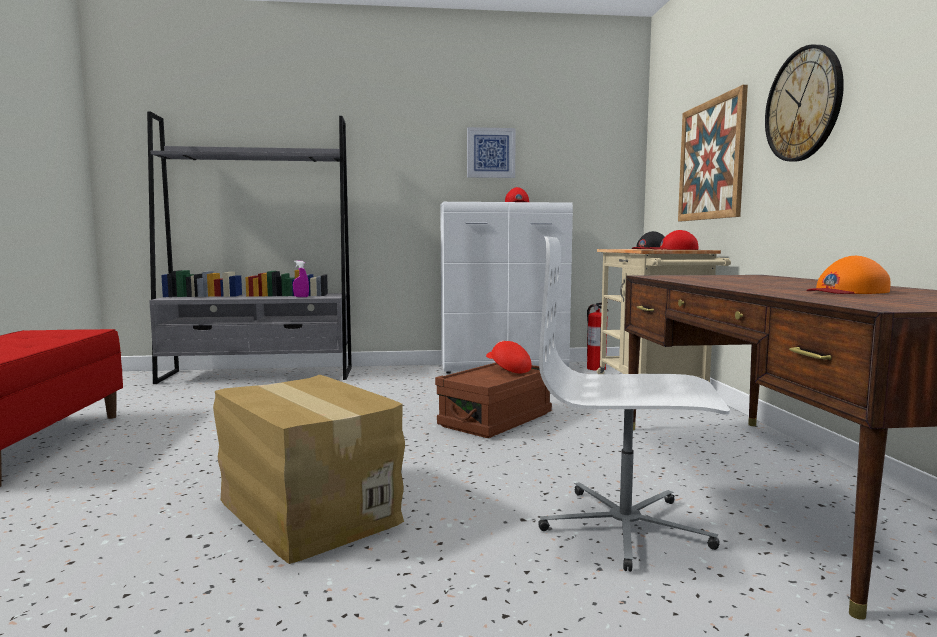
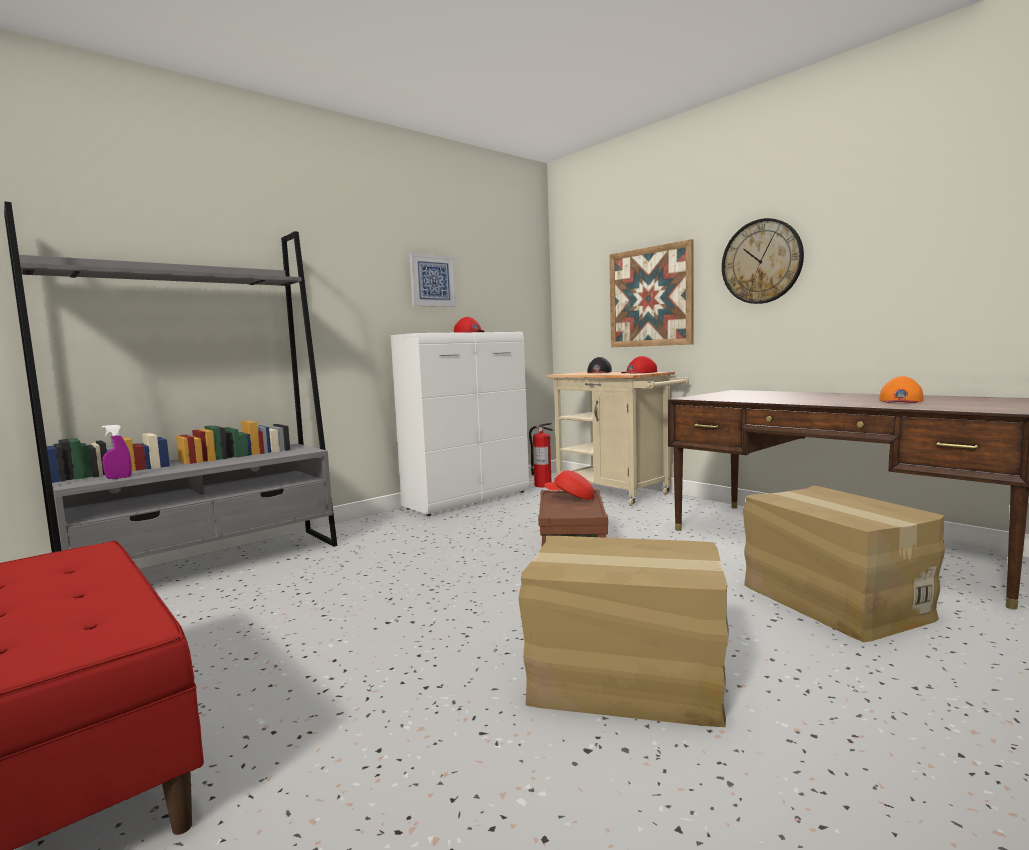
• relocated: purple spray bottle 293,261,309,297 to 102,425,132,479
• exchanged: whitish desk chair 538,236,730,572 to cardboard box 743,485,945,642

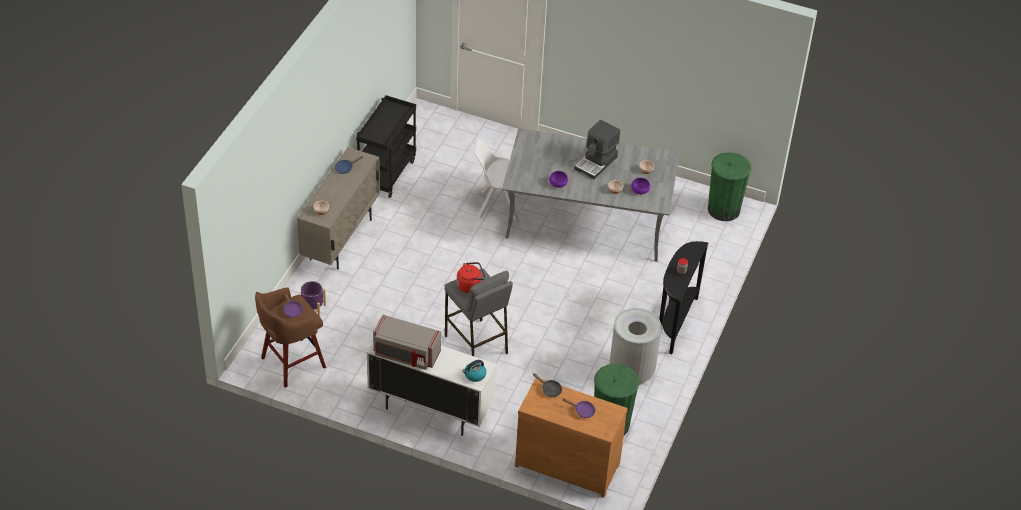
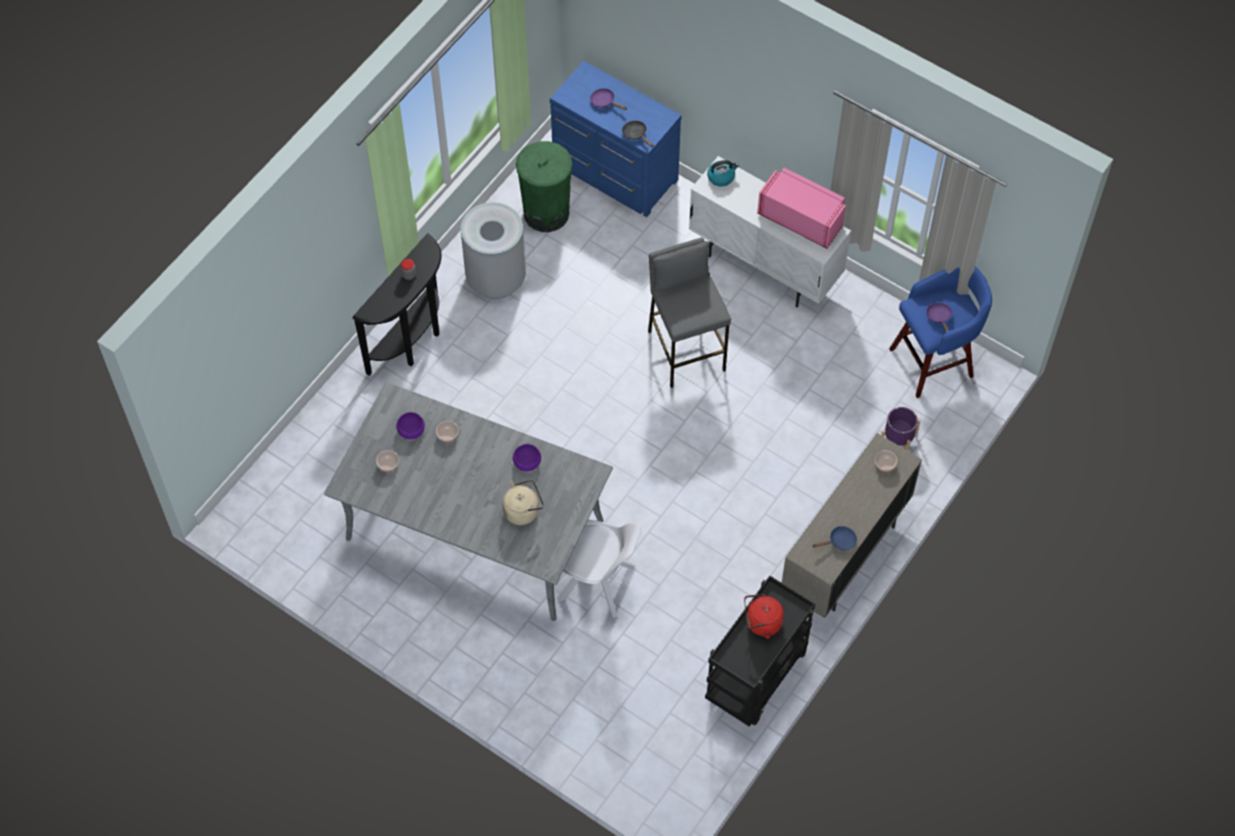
• appeared: beige-coloured water kettle 503,480,544,525
• colour: brown-coloured chest of drawers 515,378,628,498 to bluish chest of drawers 550,61,682,217
• relocated: red water kettle 457,262,485,293 to 744,594,784,639
• colour: greyish microwave 373,315,441,370 to pinkish microwave 757,168,846,248
• colour: brown-coloured sitting stool 255,287,326,388 to bluish sitting stool 889,266,992,398
• missing: coffee brewer 574,120,620,179
• missing: green trash can 708,152,752,221

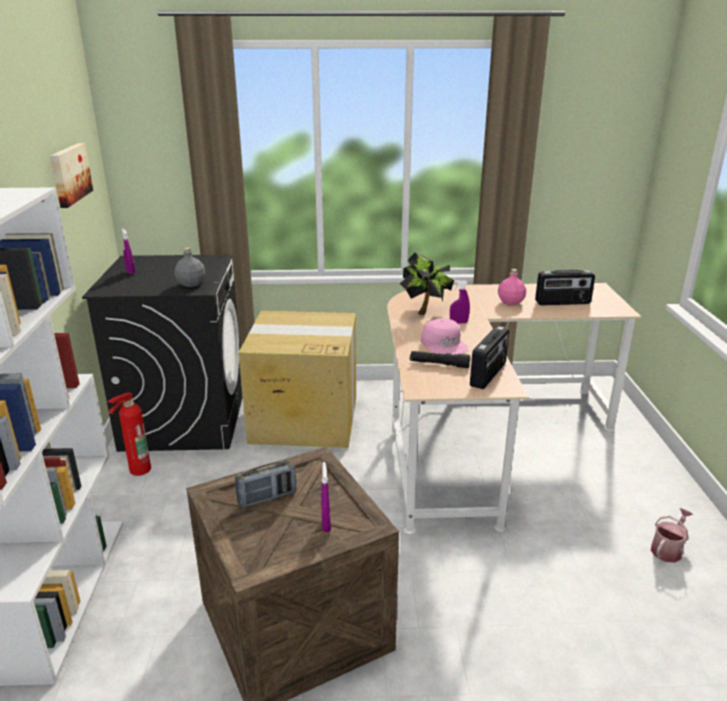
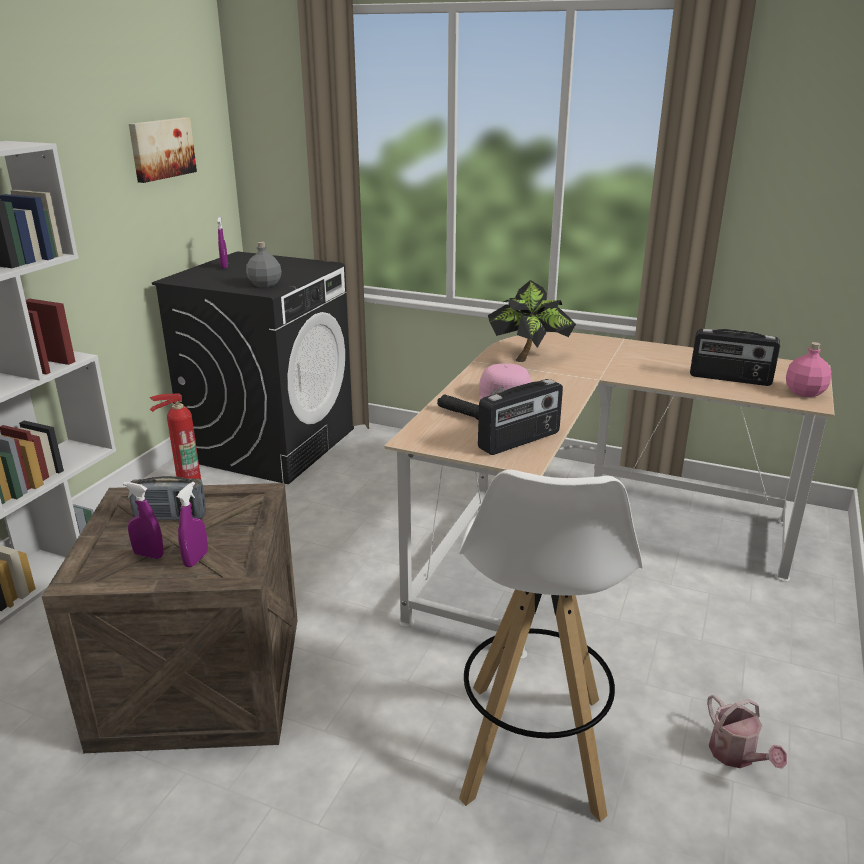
• relocated: purple spray bottle 450,280,470,324 to 123,482,164,559
• appeared: whitish sitting stool 459,470,643,822
• spun: watering can 651,508,693,563 = 707,694,787,769 90 degrees clockwise
• relocated: pinkish drink bottle 498,269,526,305 to 786,342,831,397
• missing: cardboard box 239,311,356,448

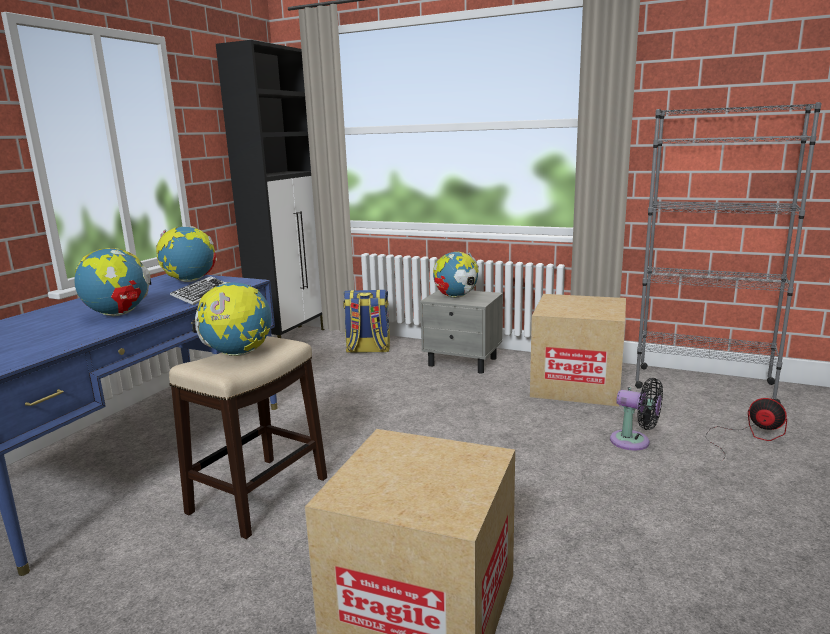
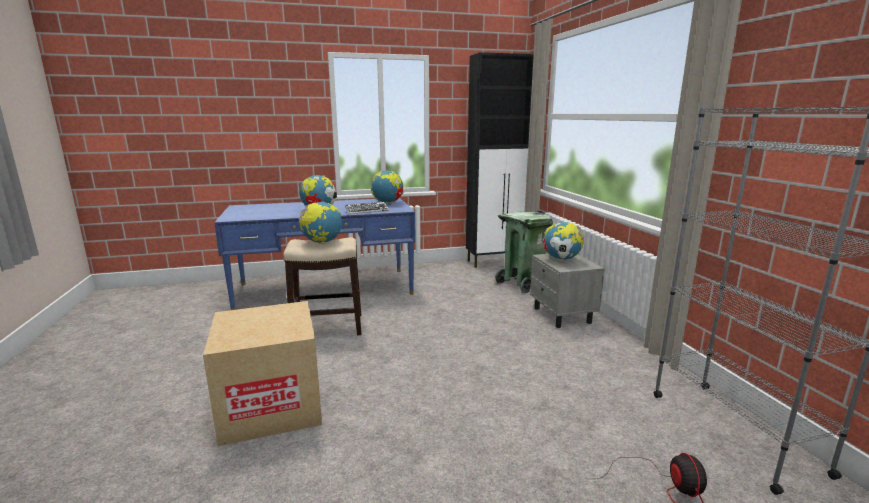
• exchanged: knapsack 343,290,390,353 to green trash can 495,210,553,294
• missing: cardboard box 530,294,626,407
• missing: black-coloured cooling fan 610,378,663,451

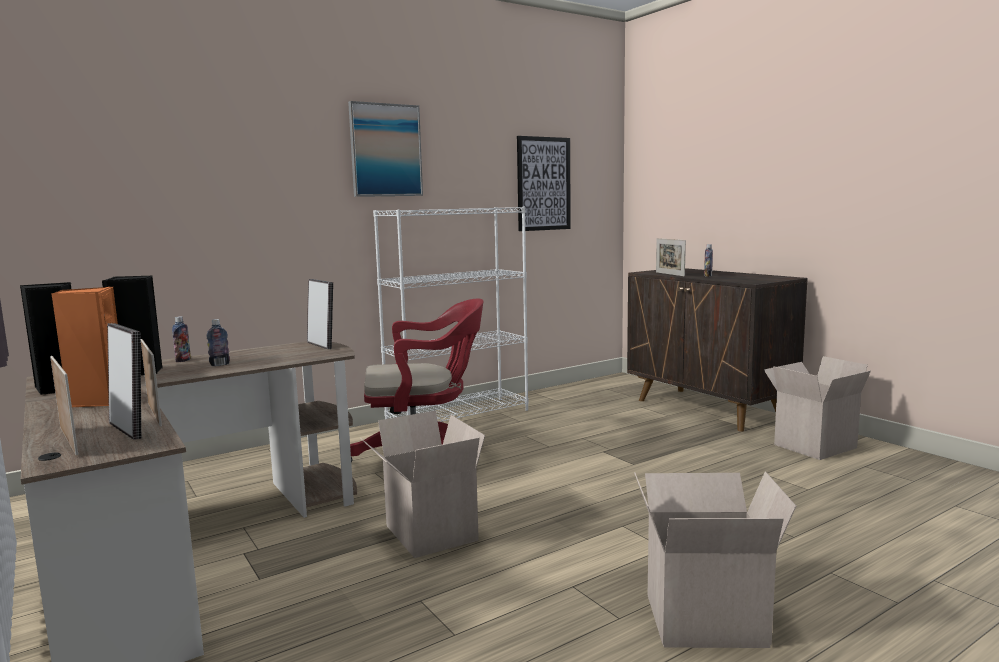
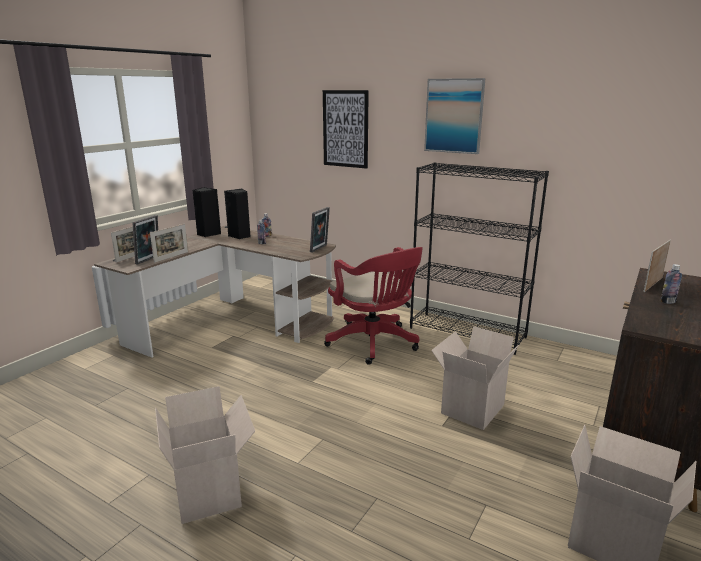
• relocated: wall art 517,136,571,231 to 323,90,369,169
• colour: whitish shelving unit 373,207,529,422 to black-coloured shelving unit 410,162,549,355
• relocated: cardboard box 360,410,485,558 to 431,326,518,430
• missing: orangey loudspeaker 51,287,118,407

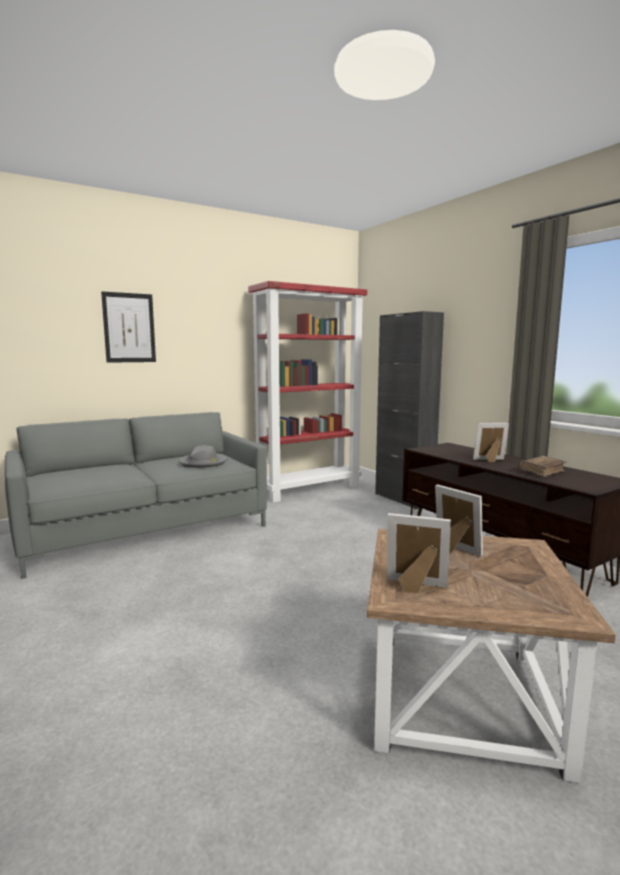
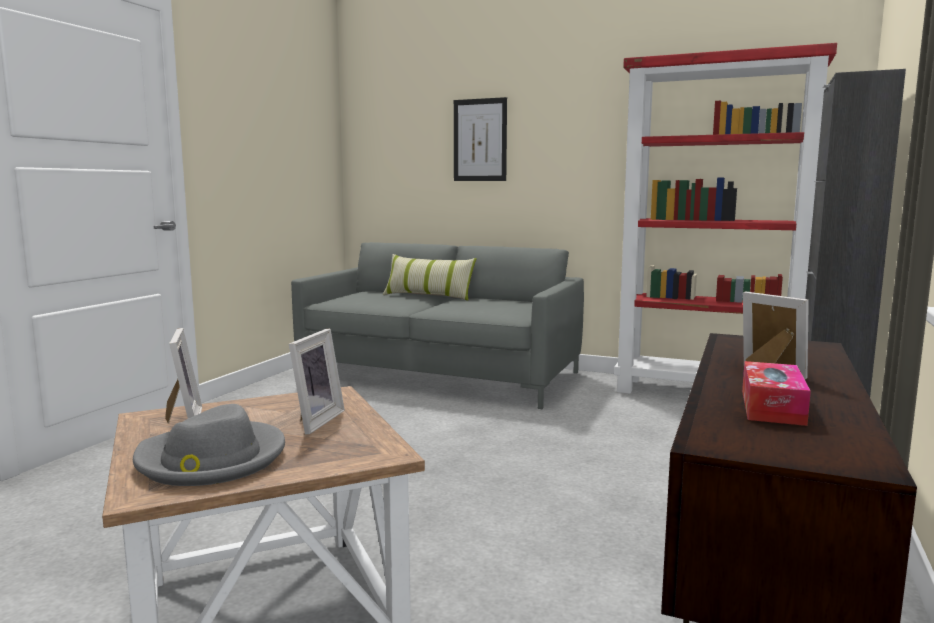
• relocated: greyish wearable hat 180,445,227,468 to 133,404,285,486
• appeared: pillow 383,254,477,301
• exchanged: brown-coloured bound book 519,456,567,477 to tissue box 742,361,811,426

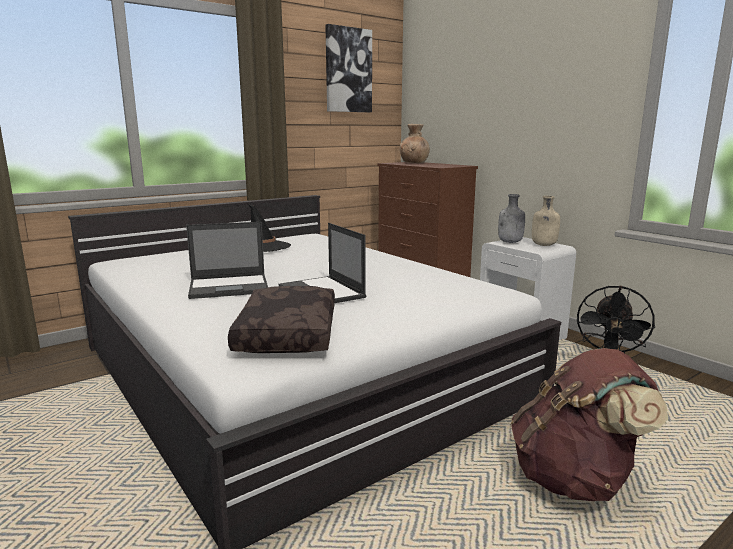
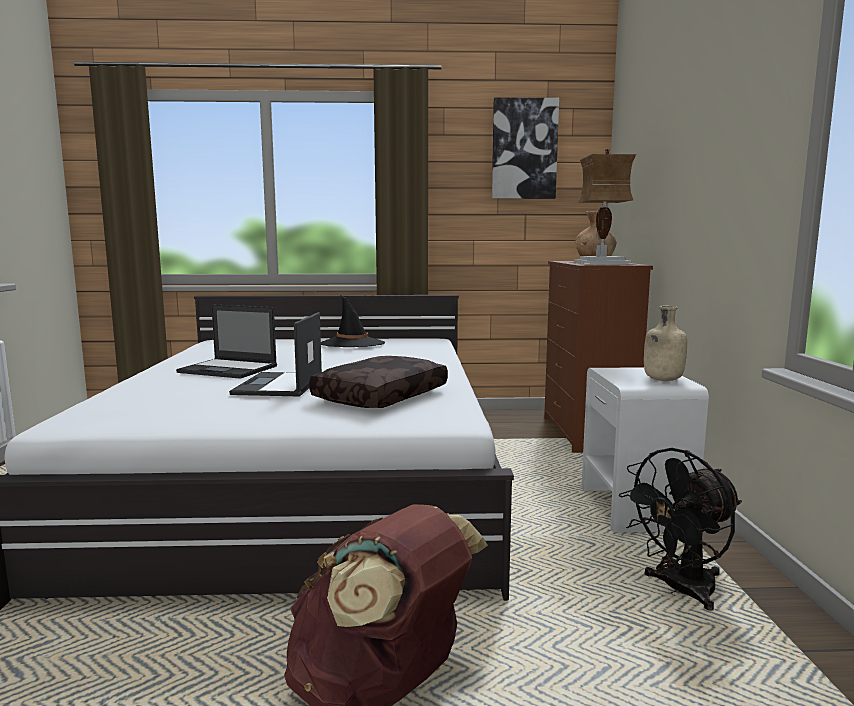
• relocated: brown-coloured pillow 228,286,335,353 to 309,356,448,408
• appeared: lamp for a table 569,149,637,265
• missing: greyish drink bottle 498,194,525,243

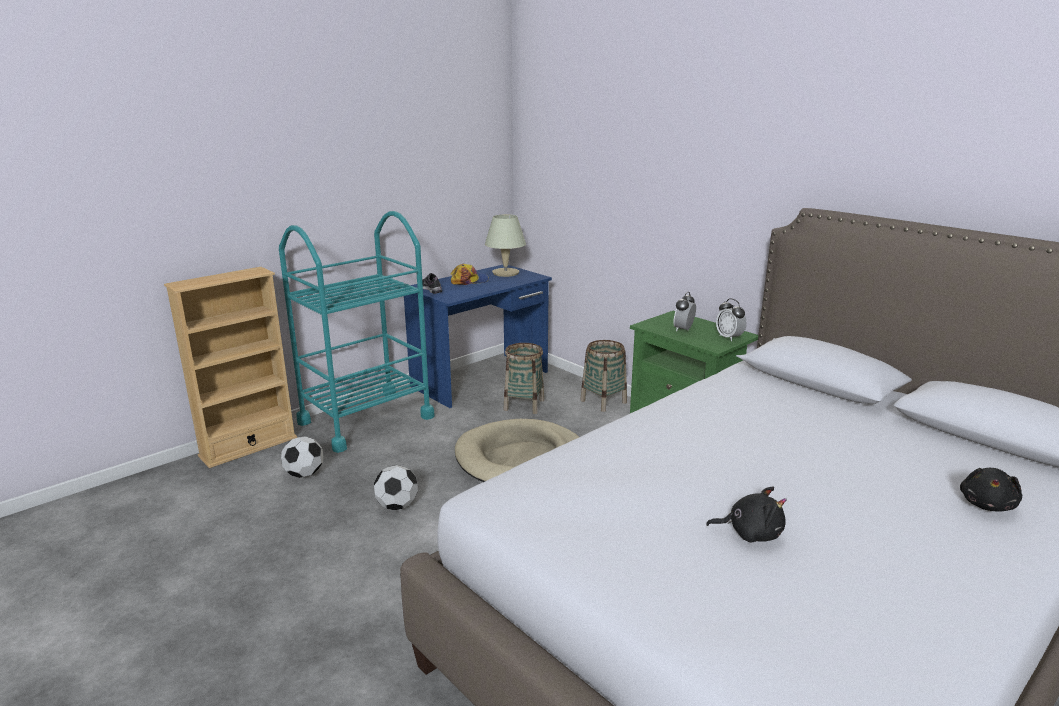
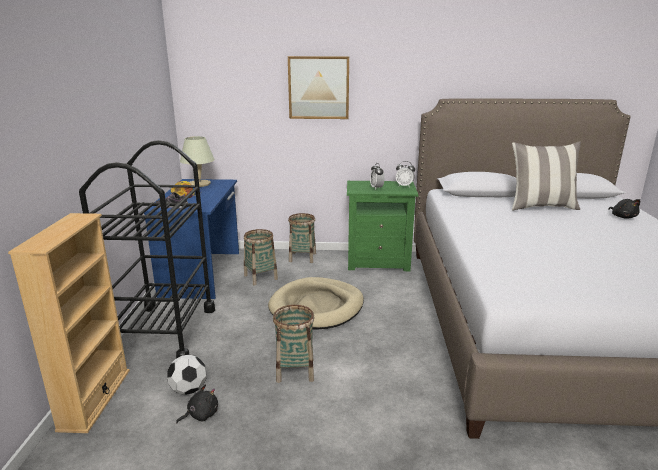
• colour: turquoise-coloured trolley 279,211,435,453 to black-coloured trolley 79,140,215,358
• relocated: black-coloured soft toy 706,486,787,542 to 176,384,218,423
• exchanged: ball for football 374,465,418,510 to household basket 273,305,315,383
• appeared: wall art 288,56,349,119
• appeared: pillow 512,141,581,211

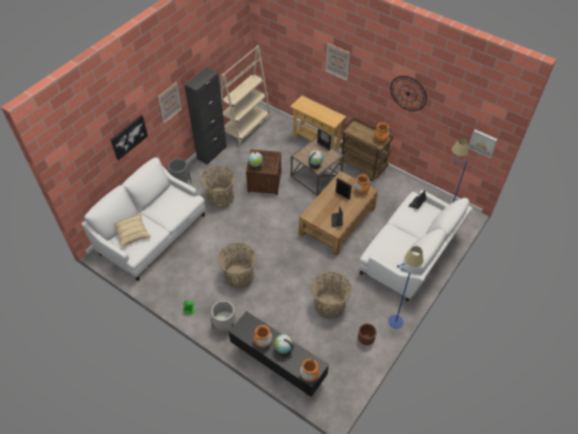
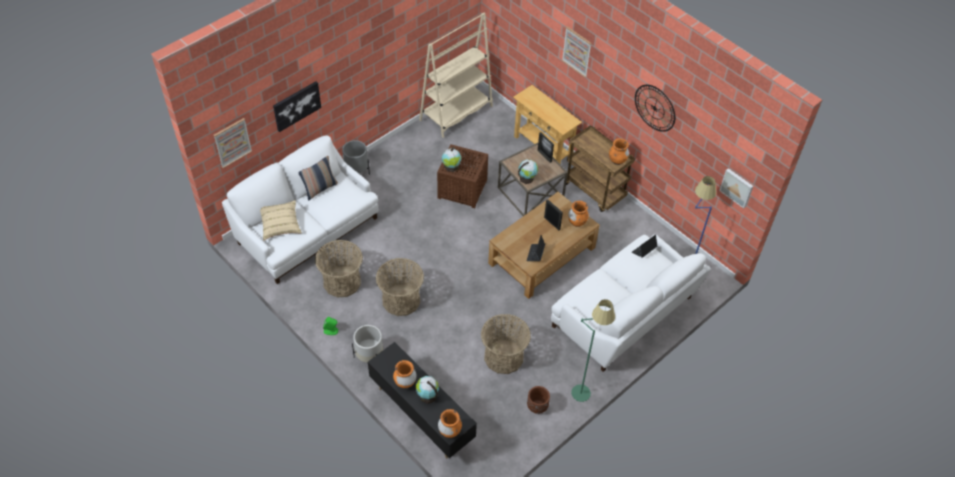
• relocated: wall art 158,82,182,124 to 214,118,252,168
• appeared: pillow 298,156,338,201
• relocated: household basket 201,166,235,208 to 315,240,363,298
• colour: bluish floor lamp 388,246,424,329 to green floor lamp 571,299,615,402
• missing: black-coloured cupboard 185,67,227,165

